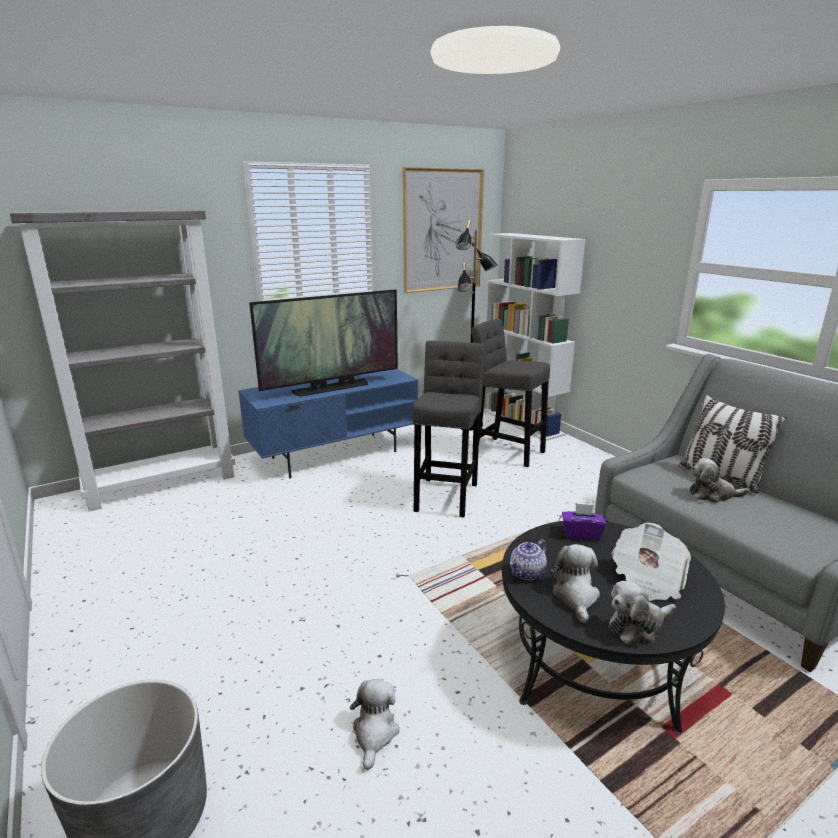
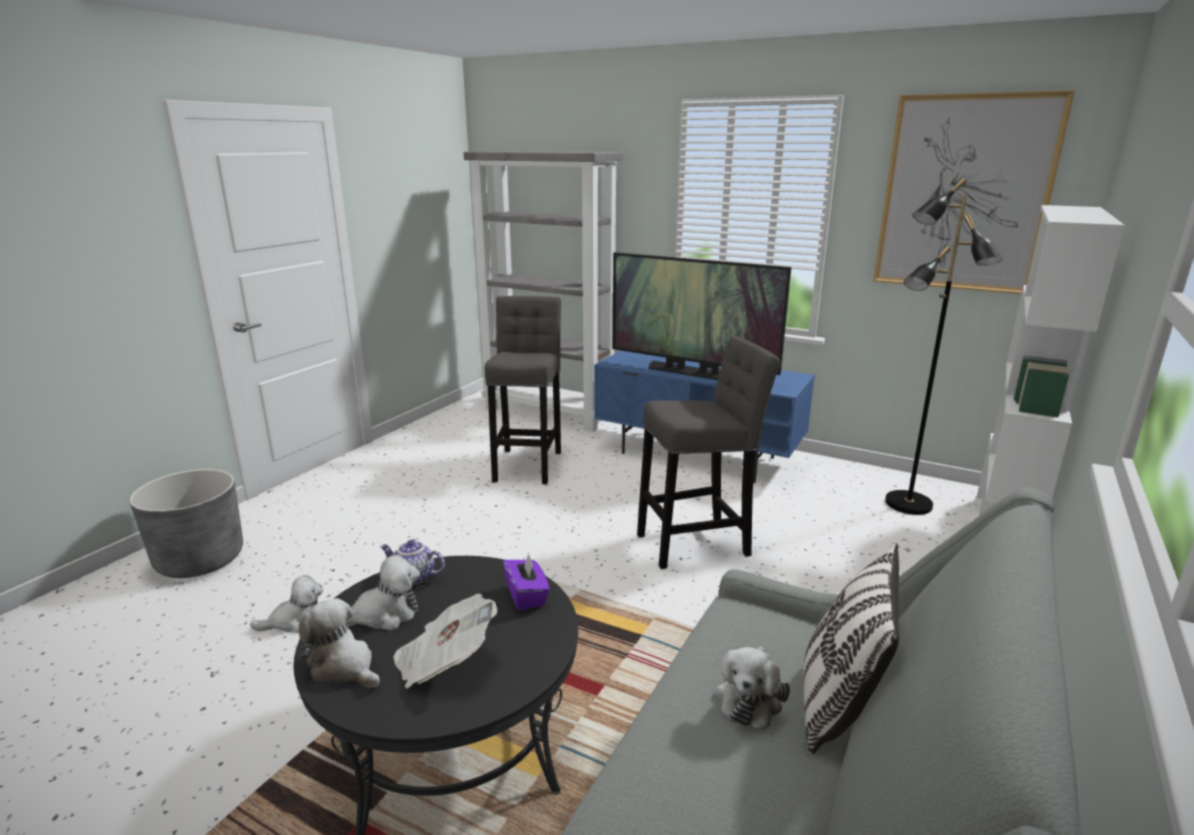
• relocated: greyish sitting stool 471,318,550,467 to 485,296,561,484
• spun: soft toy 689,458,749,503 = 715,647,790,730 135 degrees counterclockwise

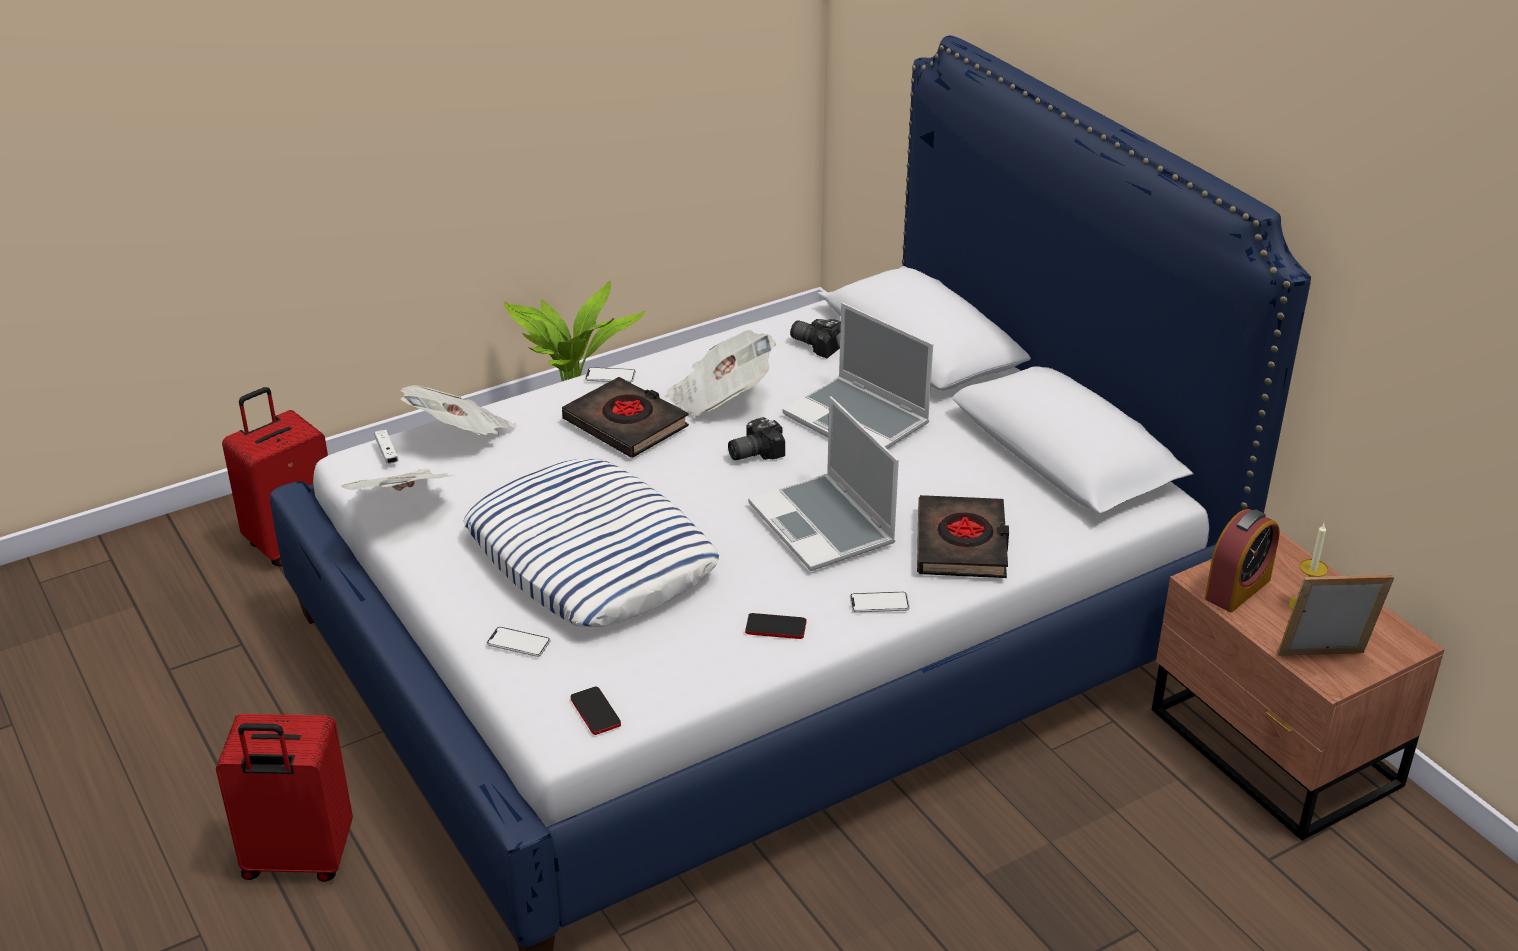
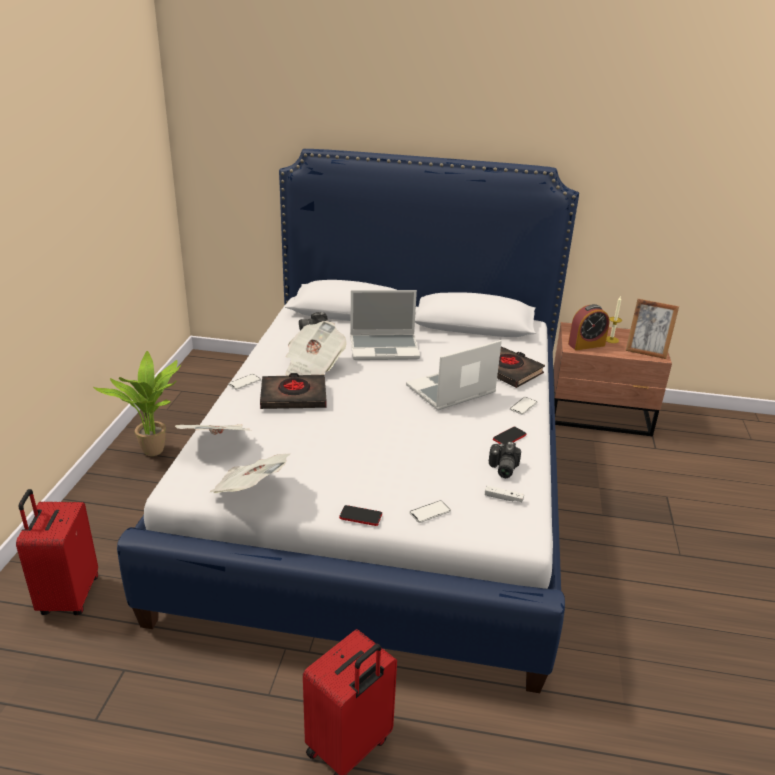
• relocated: handset 571,686,621,735 to 339,505,382,526
• spun: portable computer 748,396,899,571 = 406,340,502,410 135 degrees clockwise
• relocated: whitish joypad 374,429,399,464 to 485,485,524,502
• relocated: still camera 728,417,785,460 to 489,441,521,478
• spun: bedside clock 1205,509,1280,612 = 568,304,610,350 75 degrees clockwise
• spun: photo frame 1278,575,1395,656 = 626,299,679,359 105 degrees counterclockwise
• missing: pillow 463,459,719,627

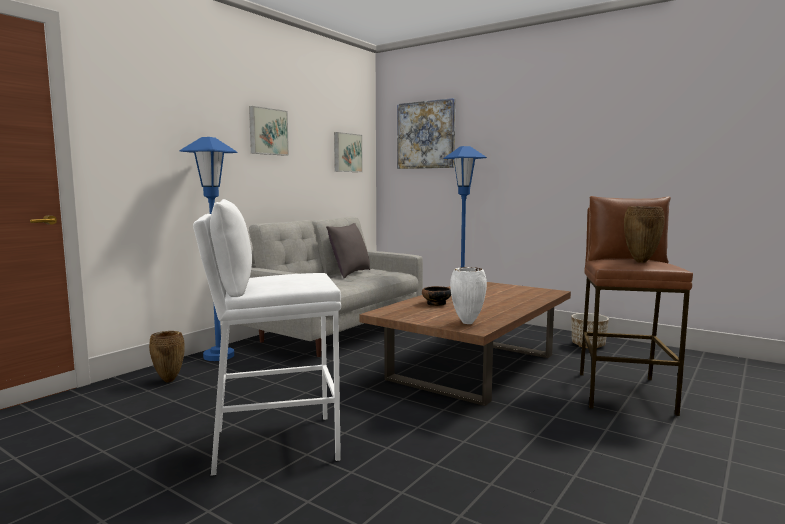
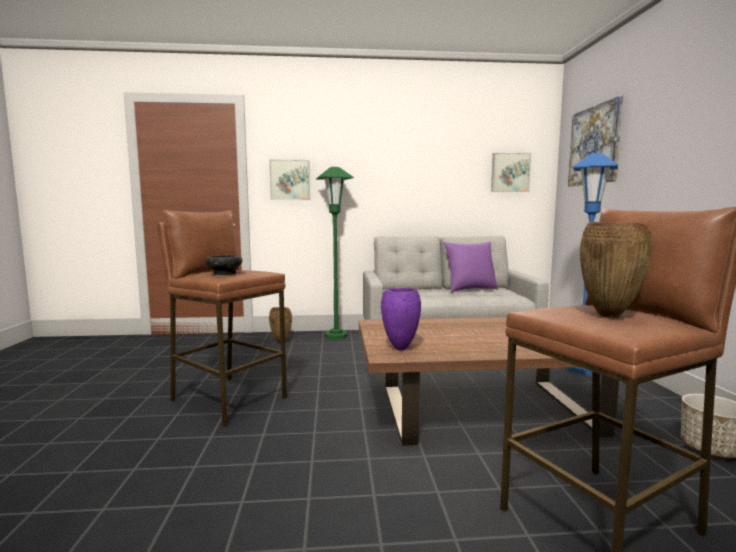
• colour: whitish sitting stool 193,199,341,476 to brown-coloured sitting stool 157,210,287,427
• relocated: bowl 422,286,451,306 to 206,255,242,275
• relocated: wall art 249,106,289,156 to 269,160,310,200
• colour: bluish floor lamp 179,137,237,361 to green floor lamp 316,167,354,340
• colour: whitish decorative vase 450,267,487,324 to purple decorative vase 381,287,421,350
• colour: greyish pillow 326,223,370,278 to purple pillow 444,242,498,293

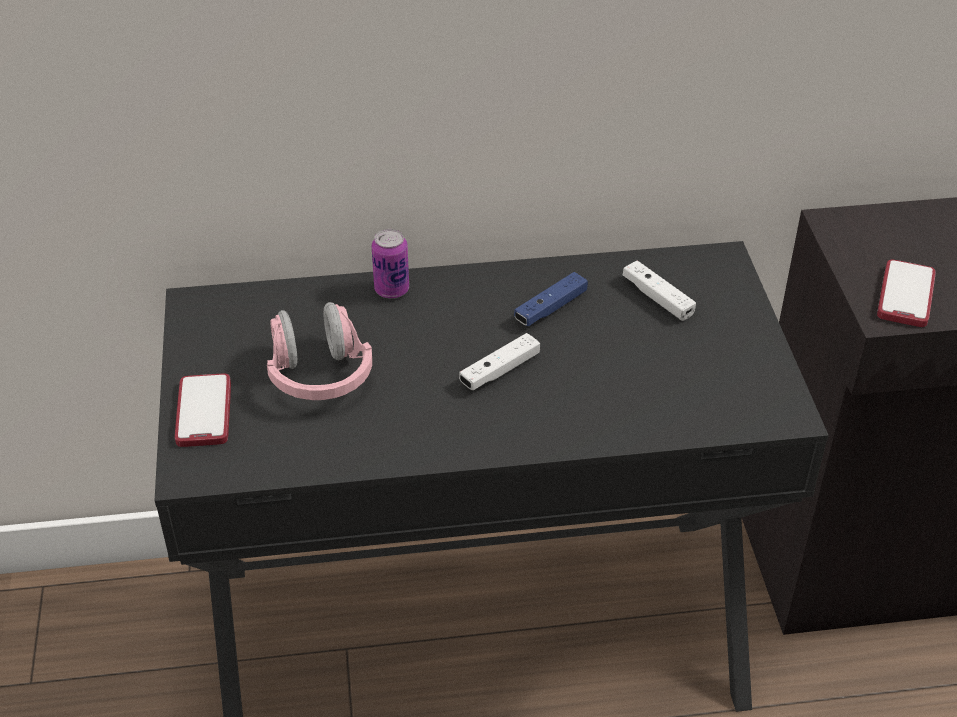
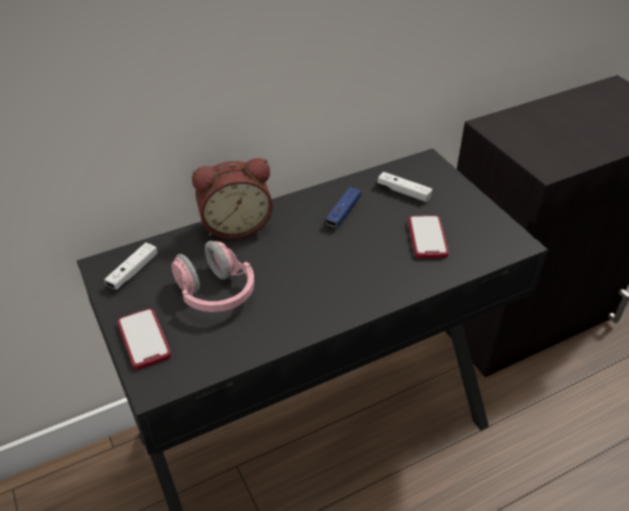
• relocated: whitish joypad 459,333,540,390 to 104,243,157,289
• exchanged: sealed can 372,229,409,299 to bedside clock 192,158,273,239
• relocated: handset 877,260,936,327 to 408,216,448,259

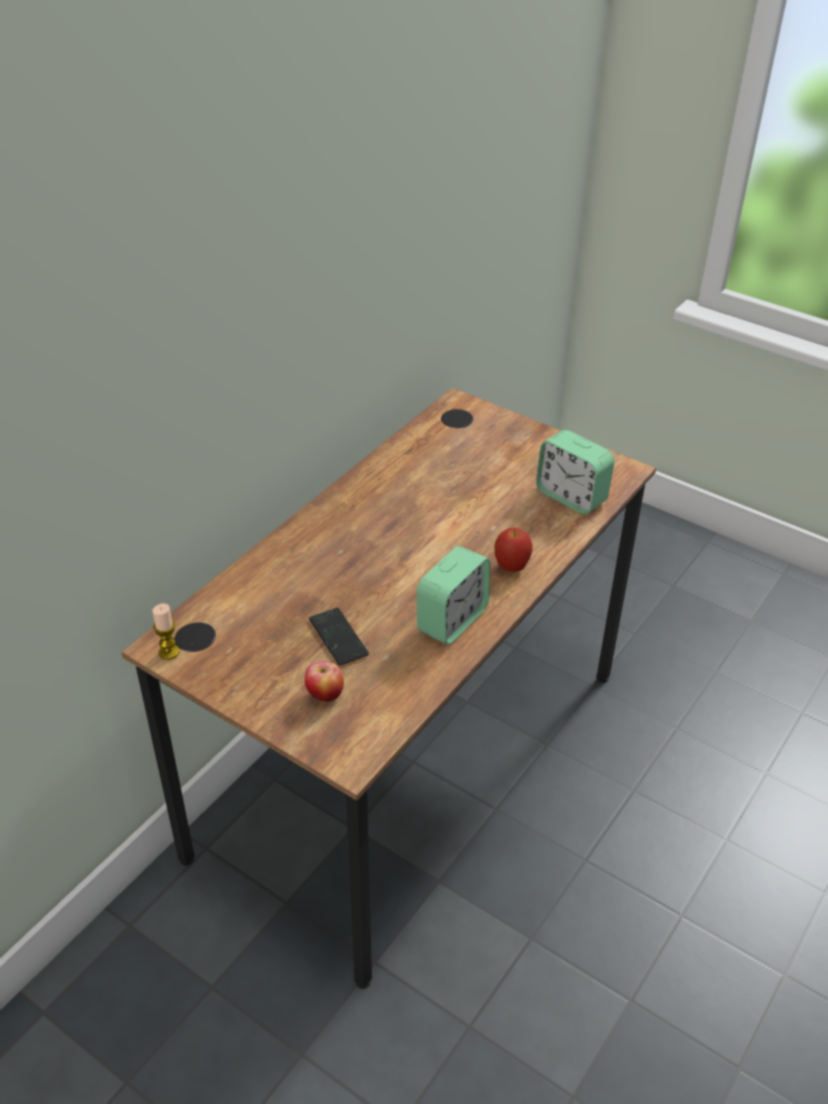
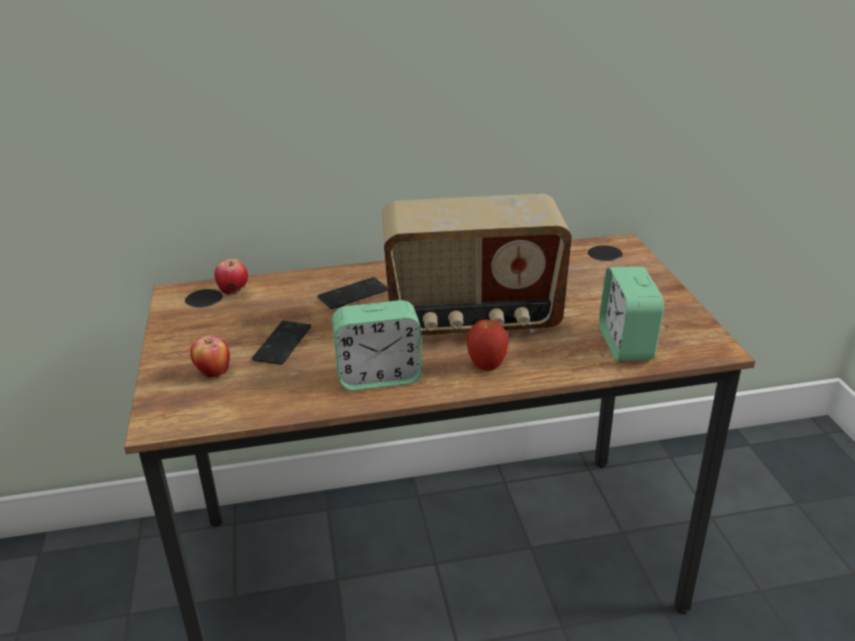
• appeared: apple 214,259,248,295
• appeared: handset 317,277,388,309
• appeared: radio set 382,194,572,339
• missing: candle 153,604,179,660

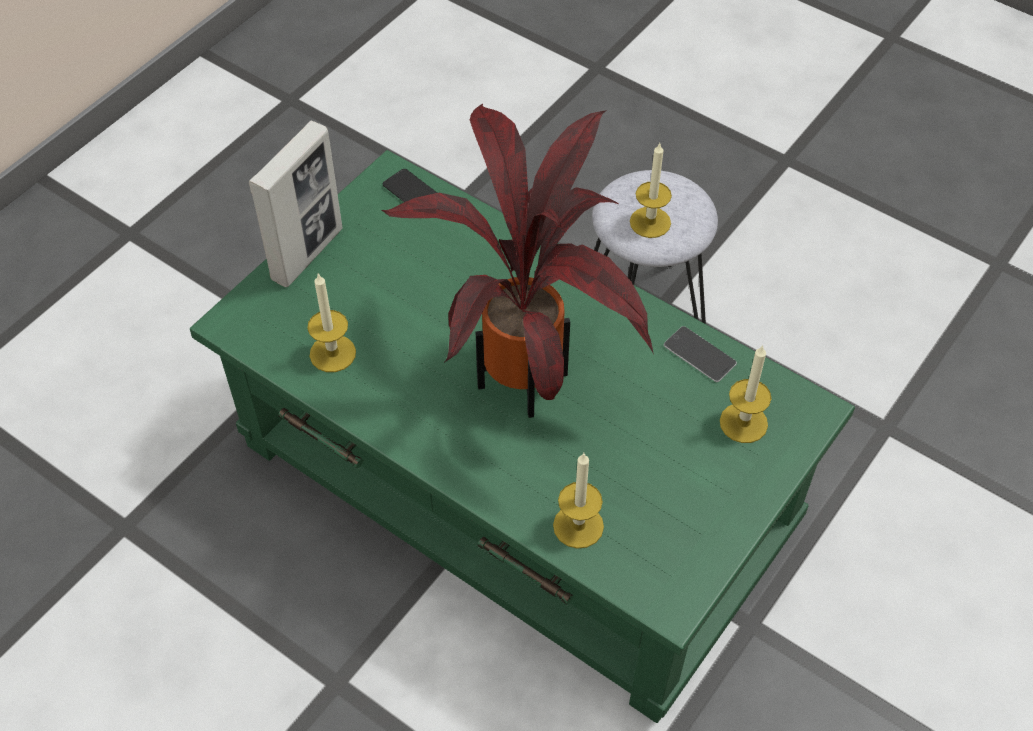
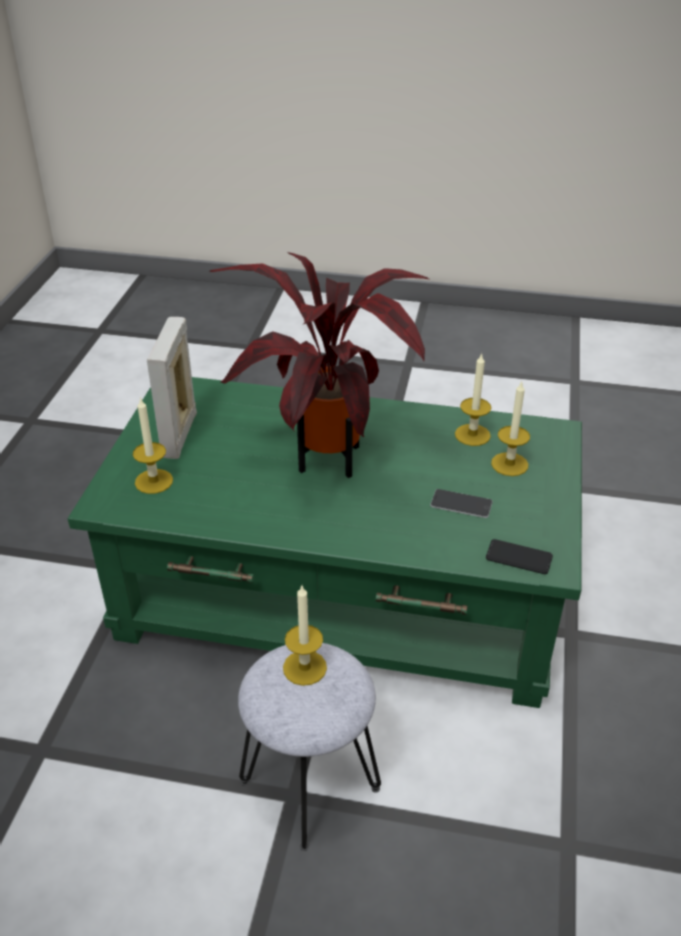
• relocated: photo frame 249,121,343,287 to 147,317,197,459
• relocated: handset 664,326,737,382 to 430,489,493,518
• relocated: candle 553,453,604,549 to 491,381,530,476

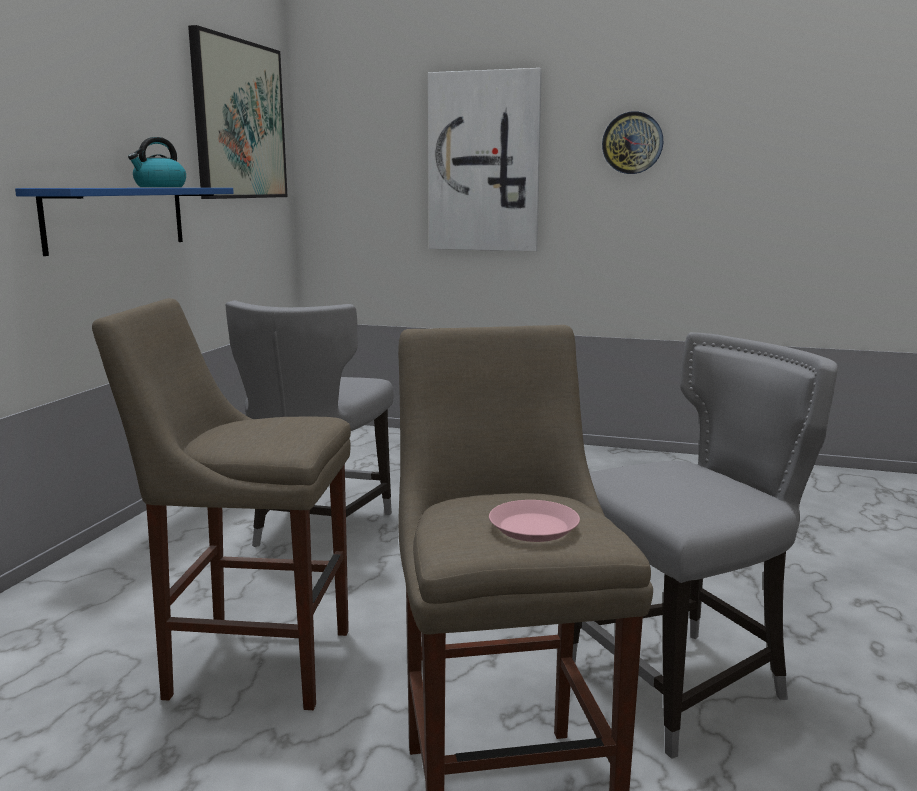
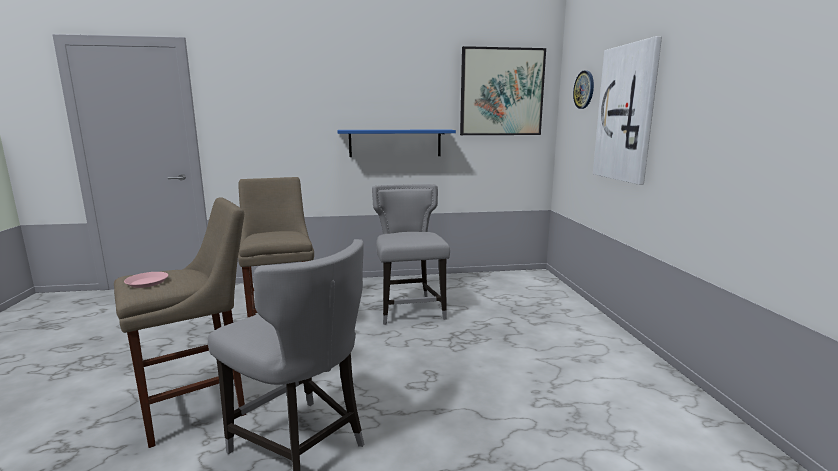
• spun: greyish plain chair 226,300,394,547 = 372,184,450,325 90 degrees clockwise
• relocated: wall clock 602,111,663,174 to 573,70,594,109
• missing: water kettle 128,137,186,187

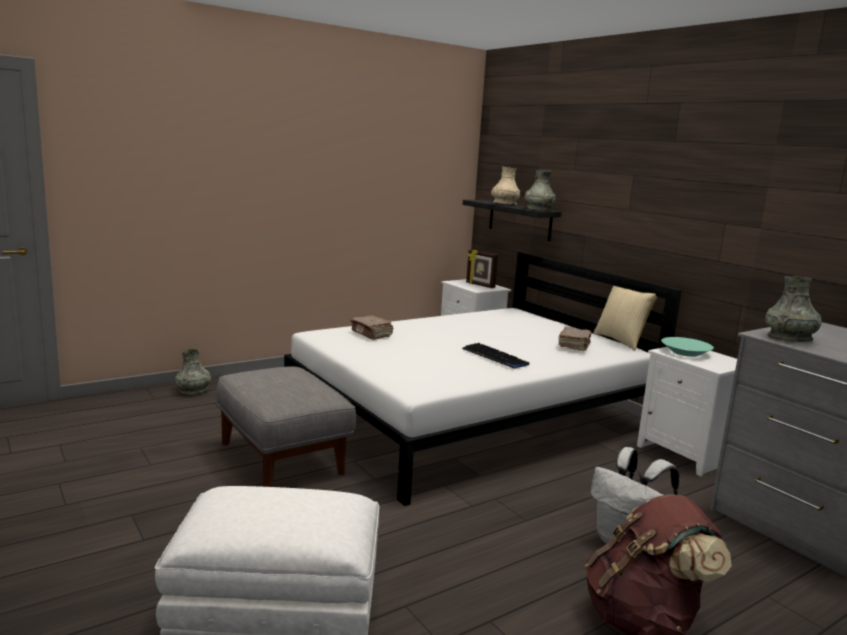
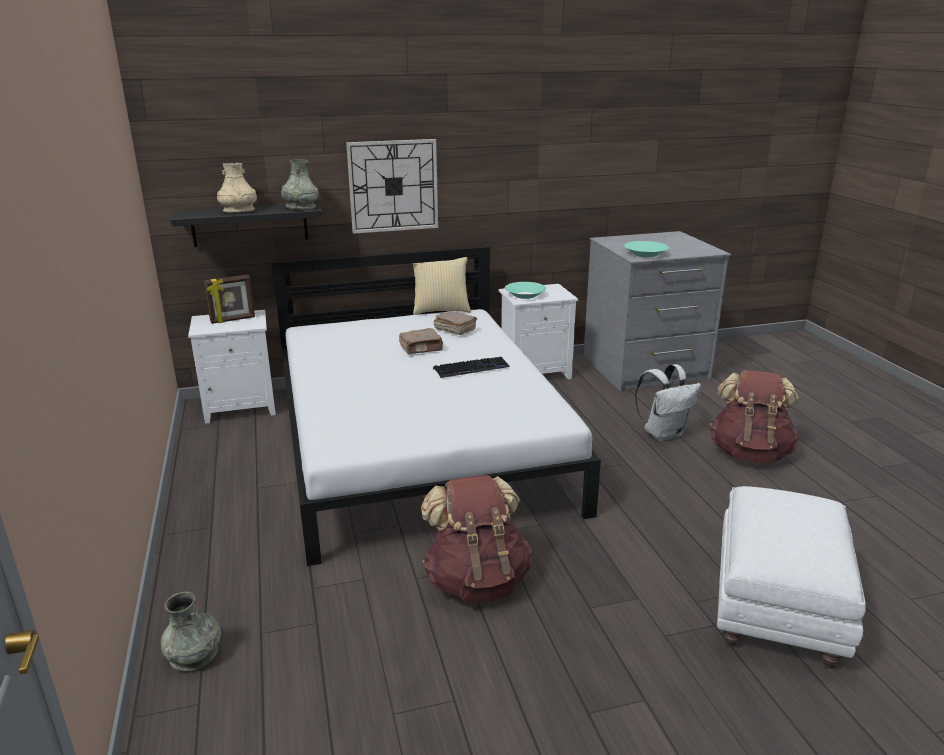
• appeared: wall clock 346,139,438,234
• relocated: brown-coloured bound book 350,315,393,340 to 399,328,443,354
• exchanged: greyish footrest 216,366,356,487 to brown-coloured knapsack 421,475,532,604
• exchanged: greyish decorative vase 765,276,822,342 to turquoise-coloured bowl 624,241,669,257

